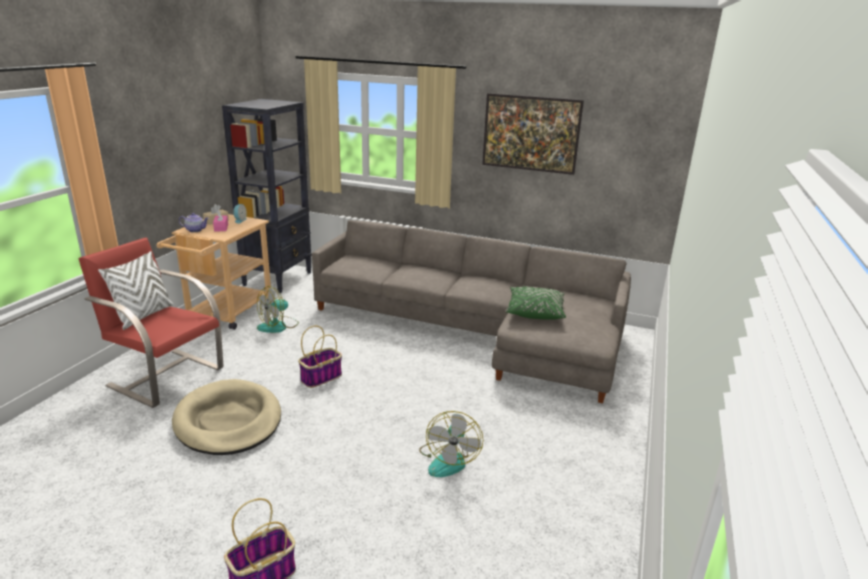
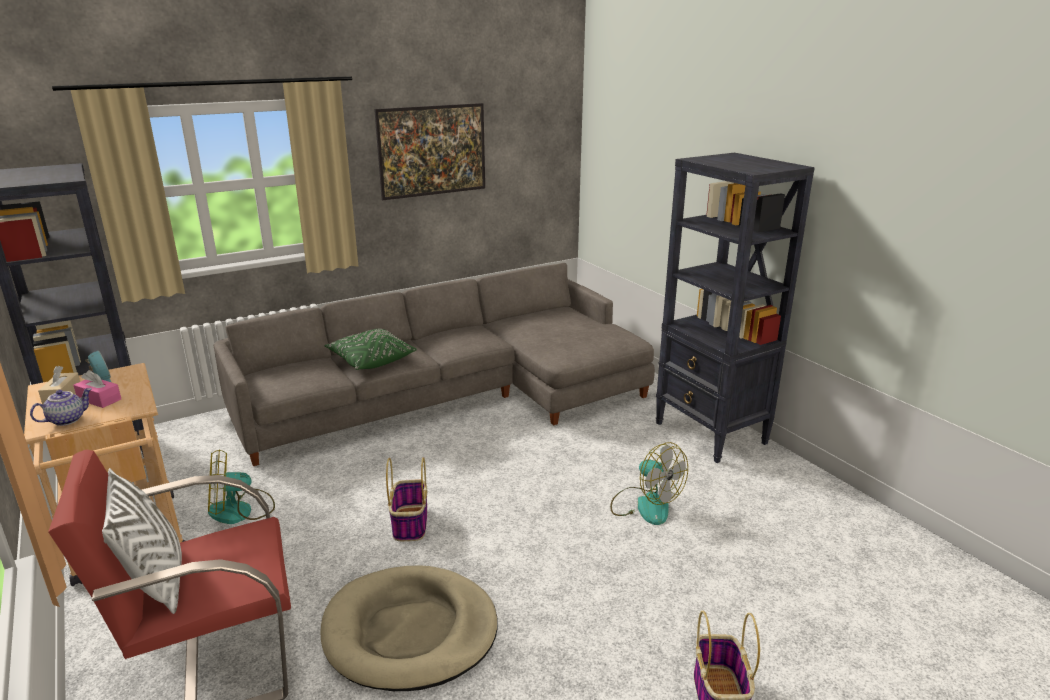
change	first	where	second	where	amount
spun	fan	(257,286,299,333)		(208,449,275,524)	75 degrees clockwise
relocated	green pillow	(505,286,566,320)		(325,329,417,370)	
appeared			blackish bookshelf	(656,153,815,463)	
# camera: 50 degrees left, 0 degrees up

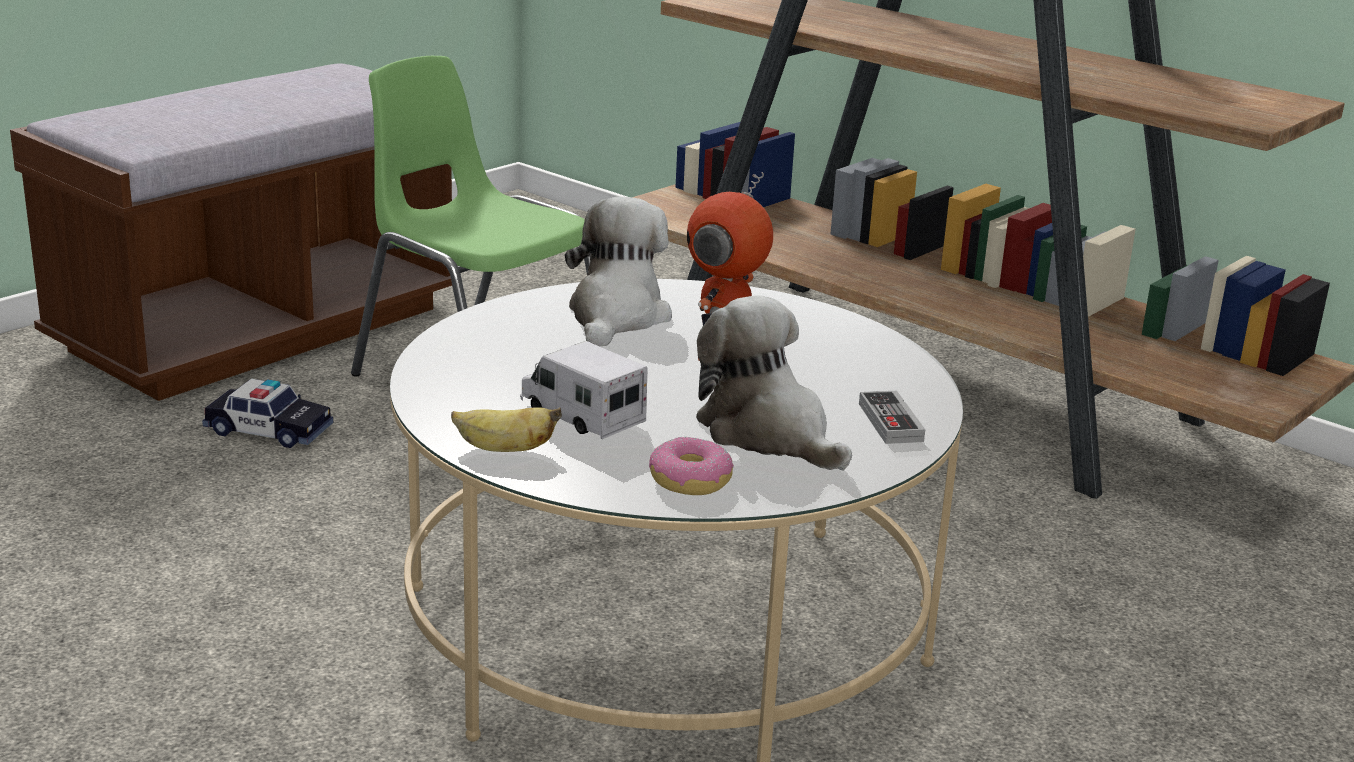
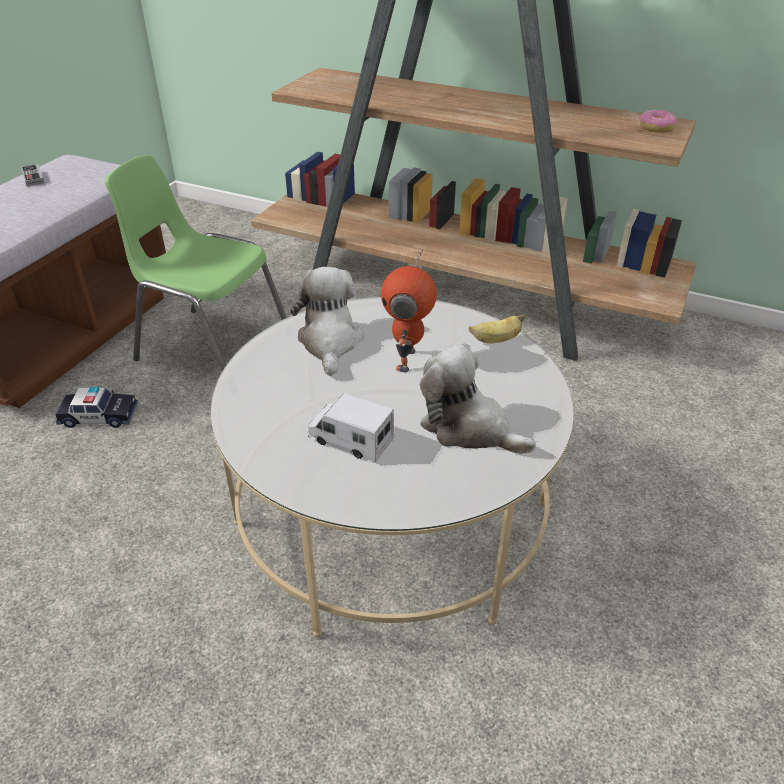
change	first	where	second	where	amount
relocated	game controller	(859,391,925,444)		(21,164,45,186)	
relocated	banana	(451,407,562,452)		(469,314,525,343)	
relocated	ring doughnut	(649,437,734,495)		(639,110,677,133)	
# camera: 15 degrees left, 15 degrees up

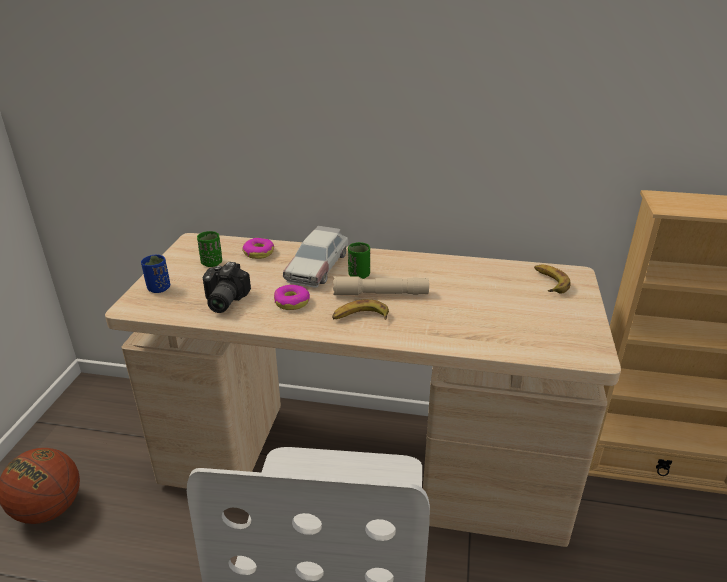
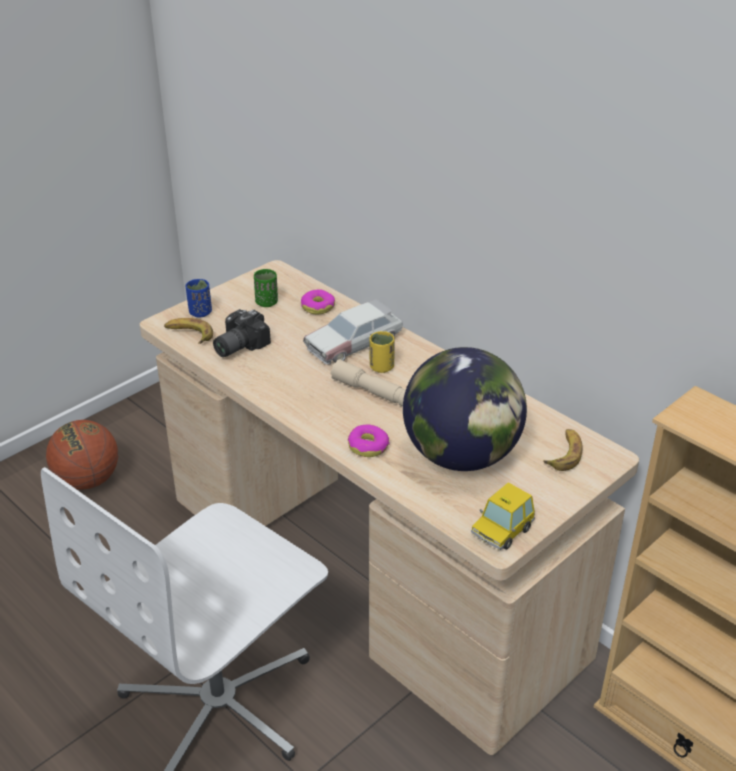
change	first	where	second	where	amount
colour	green cup	(348,242,370,279)	yellowish cup	(369,331,395,373)	
relocated	ring doughnut	(274,285,310,310)		(348,424,390,457)	
relocated	banana	(332,299,389,320)		(164,318,213,344)	
appeared			desk globe	(403,347,527,471)	
appeared			toy car	(471,482,535,550)	
# camera: 35 degrees right, 5 degrees up

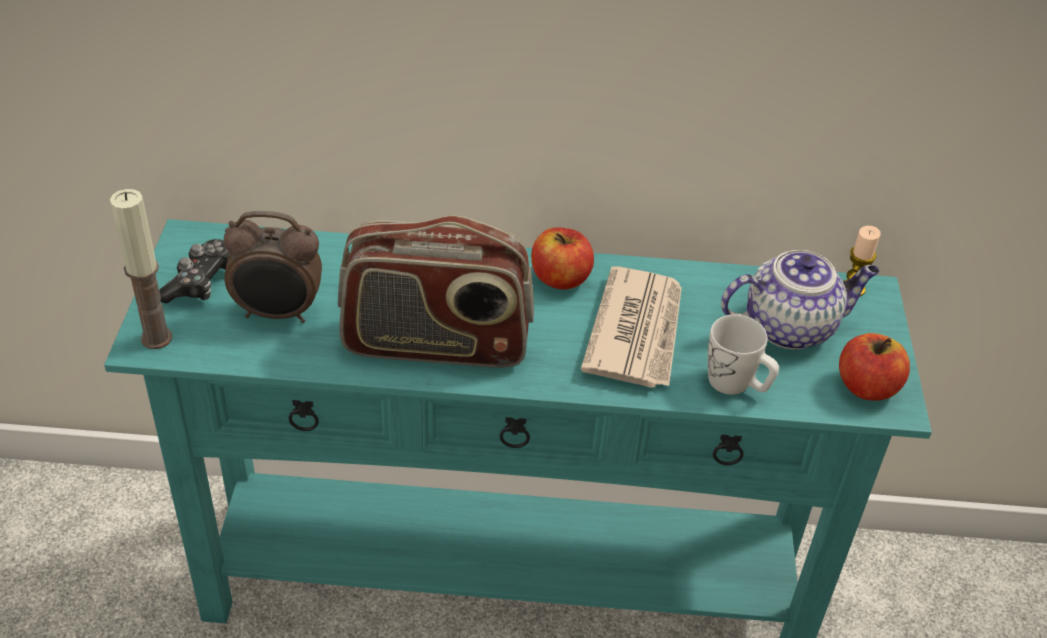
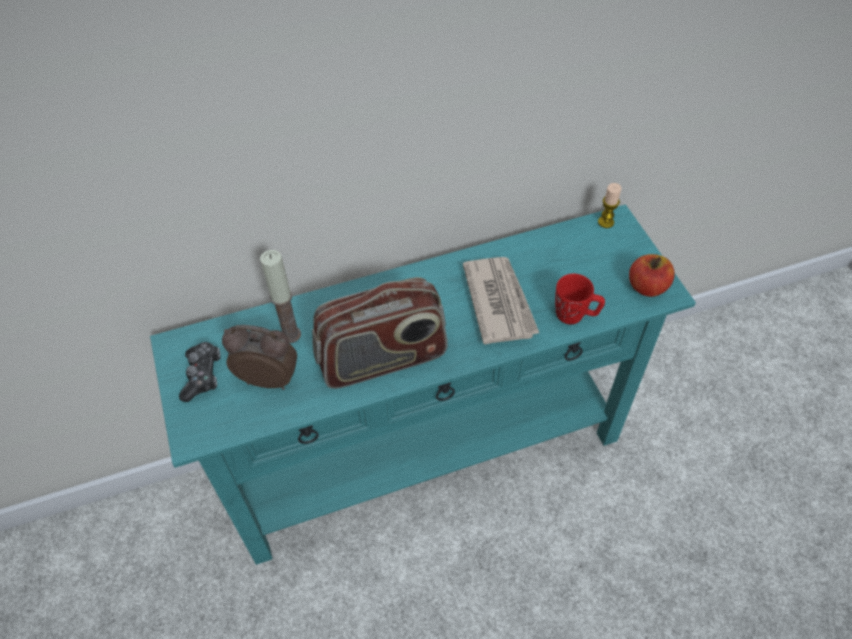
change	first	where	second	where	amount
relocated	wax candle	(110,189,172,349)		(260,250,301,343)	
spun	alarm clock	(224,211,322,323)		(222,325,297,390)	150 degrees counterclockwise
missing	apple fruit	(531,227,594,290)			
missing	pot for tea	(721,250,880,349)			
colour	white mug	(708,314,779,395)	red mug	(555,274,605,324)	
# camera: 20 degrees left, 10 degrees up

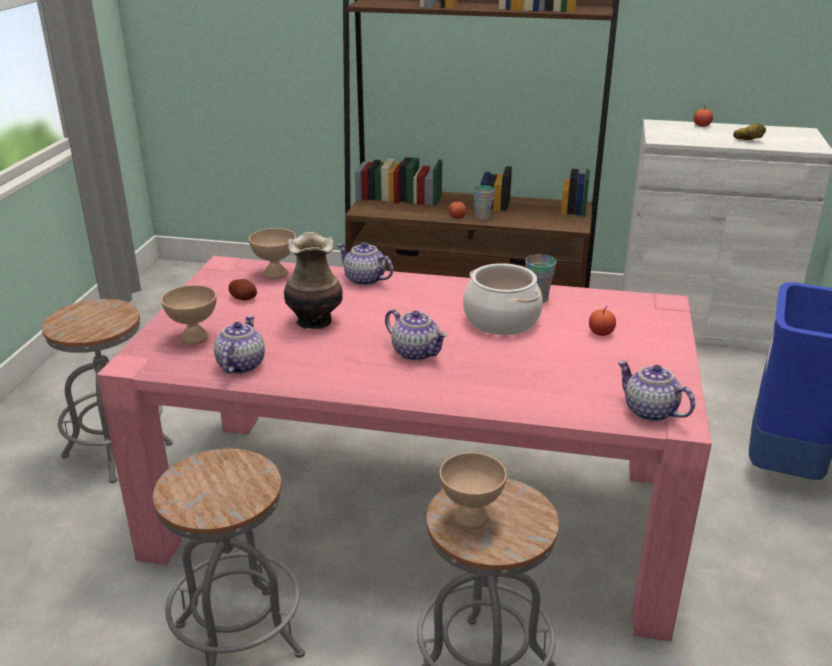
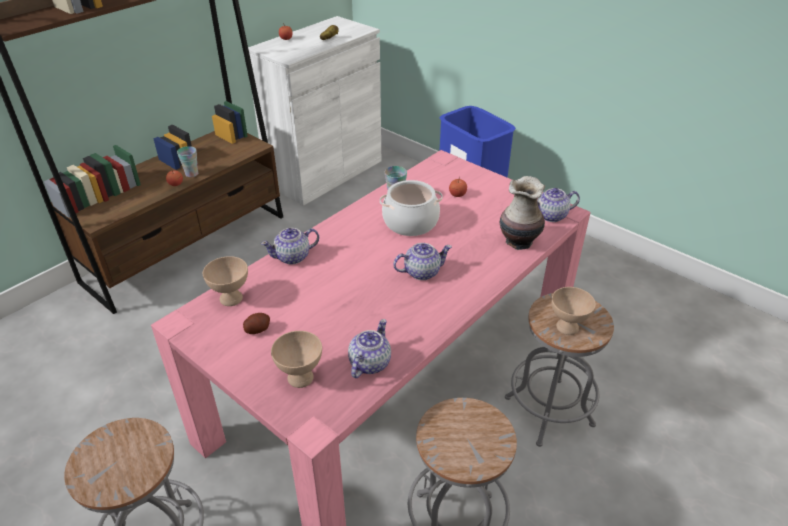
change	first	where	second	where	amount
relocated	decorative vase	(284,232,343,329)		(499,176,545,250)	
spun	pot for tea	(214,315,265,374)		(348,319,391,378)	75 degrees clockwise
# camera: 60 degrees left, 10 degrees up

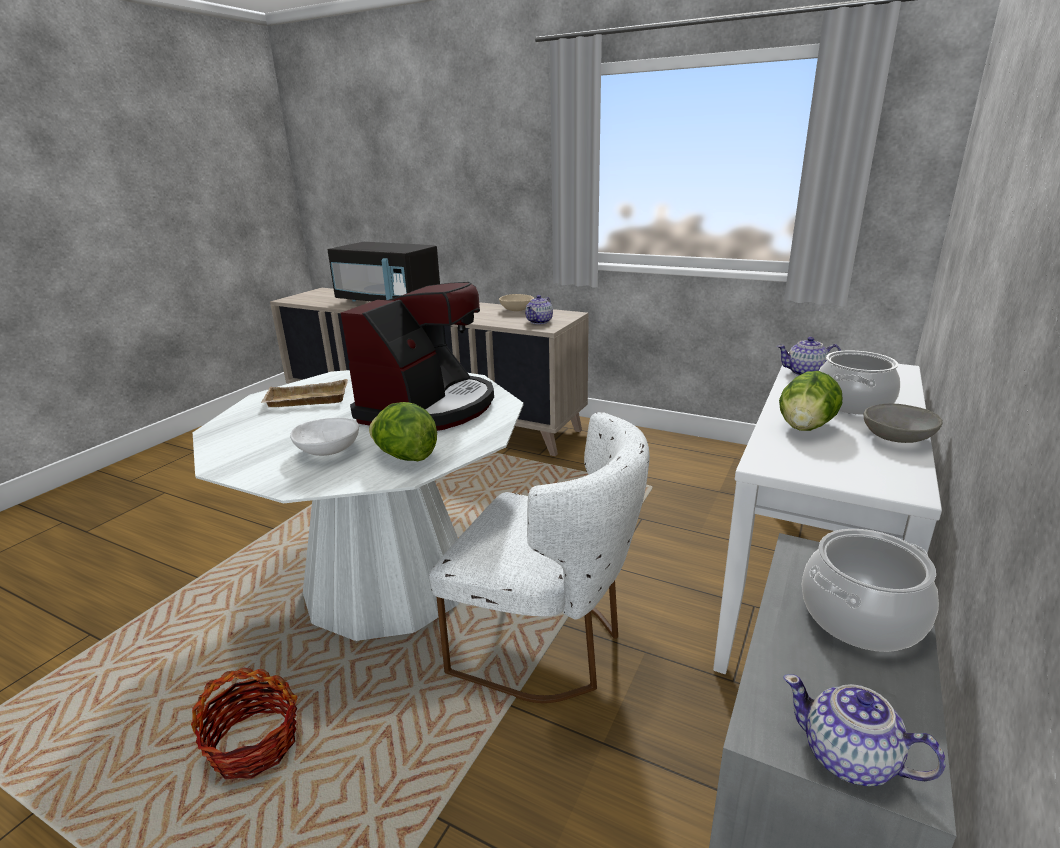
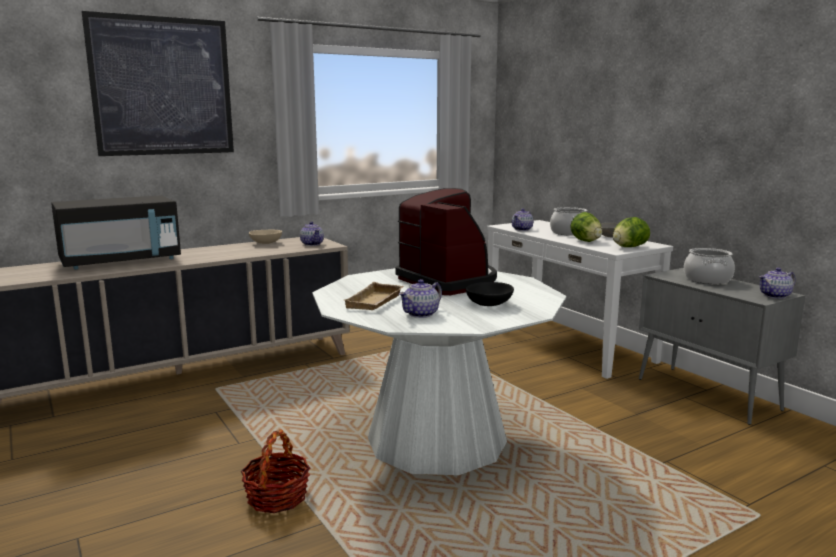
change	first	where	second	where	amount
relocated	head of lettuce	(369,402,437,461)		(613,217,650,247)	
missing	white chair	(429,412,650,703)			
colour	white bowl	(290,418,359,456)	blackish bowl	(466,282,514,306)	
relocated	household basket	(191,668,298,780)		(241,429,310,513)	
appeared			wall picture	(81,11,234,156)	
appeared			pot for tea	(399,279,442,318)	
# camera: 60 degrees left, 10 degrees down

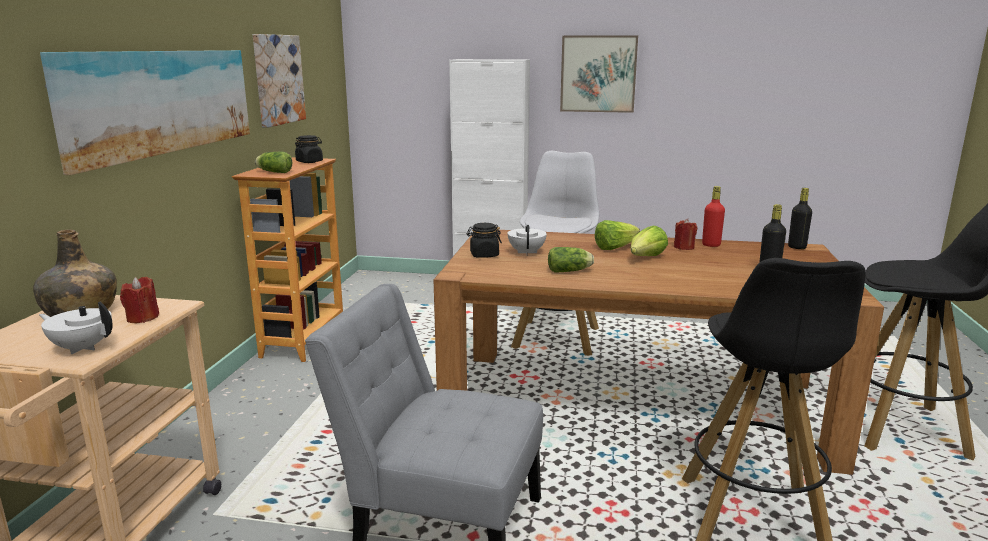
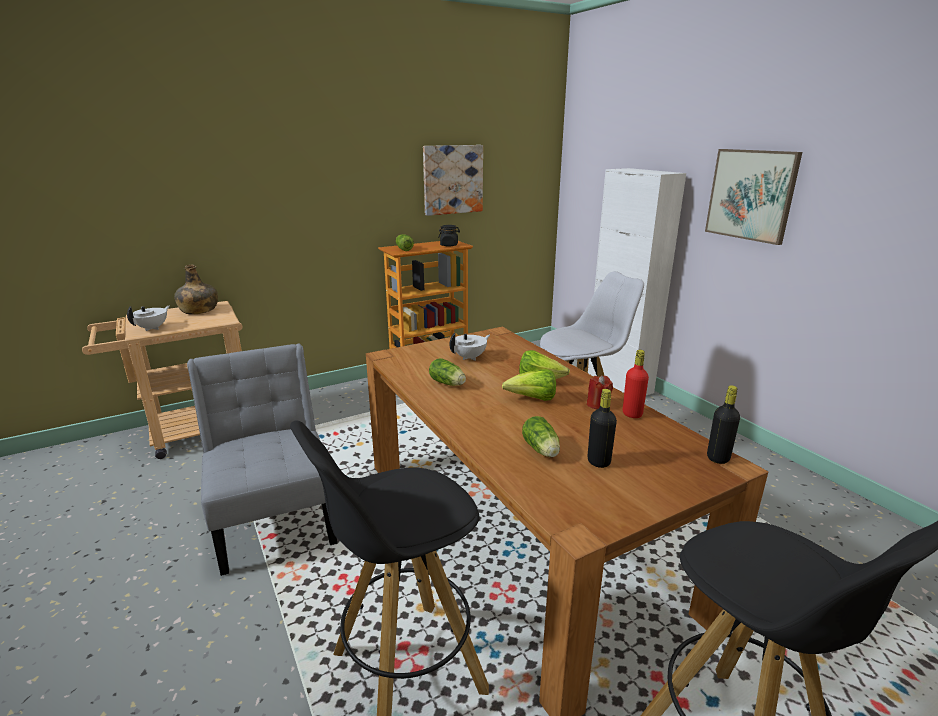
change	first	where	second	where	amount
missing	wall picture	(40,50,250,175)			
missing	blackish storage jar	(467,223,502,258)			
missing	red wax candle	(120,277,159,323)			
spun	white pot for tea	(39,301,113,354)		(127,306,170,331)	45 degrees clockwise
appeared			head of lettuce	(522,416,560,457)	
# camera: 50 degrees right, 5 degrees up

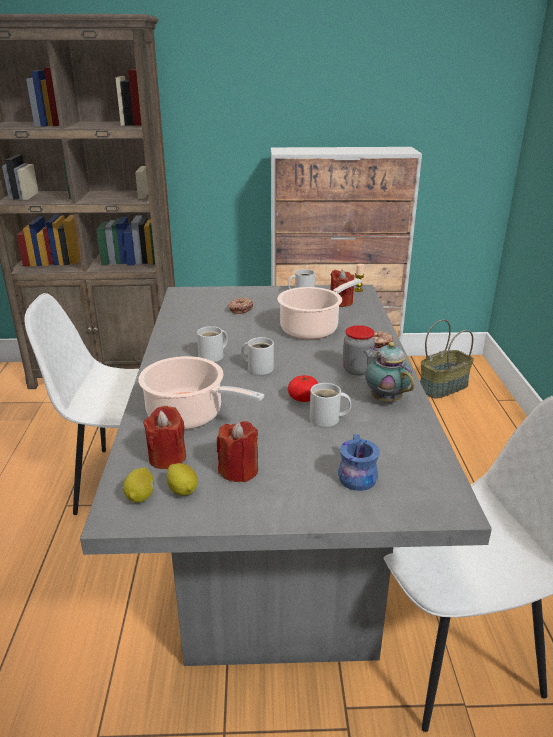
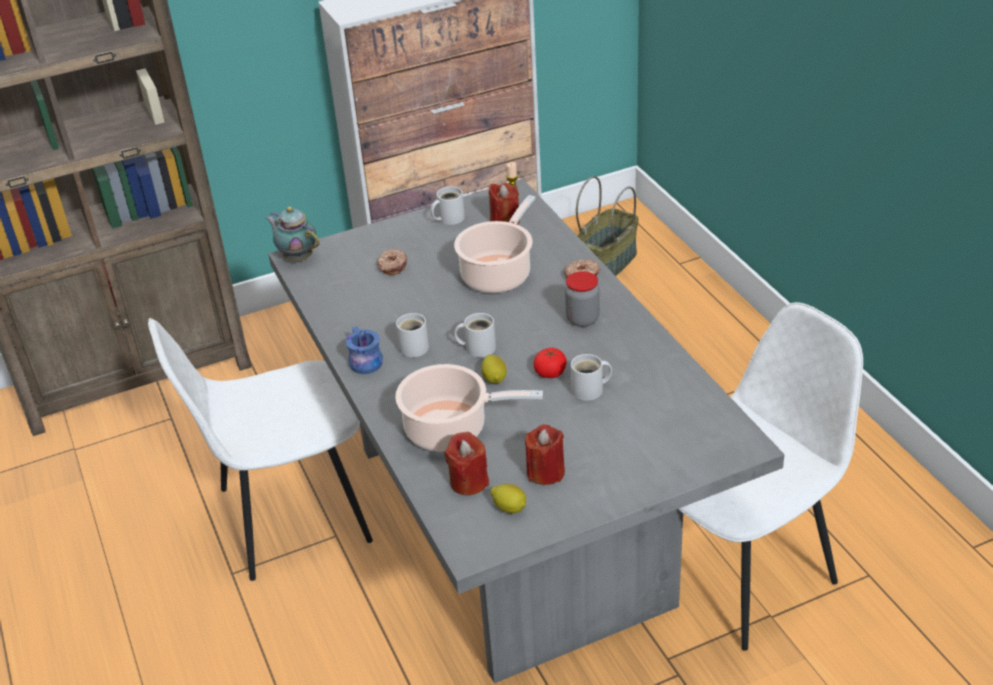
change	first	where	second	where	amount
relocated	pot for tea	(364,342,415,403)		(266,207,320,261)	
relocated	blue mug	(338,434,380,491)		(346,326,383,374)	
relocated	lemon	(123,468,154,503)		(481,355,507,383)	
# camera: 20 degrees left, 10 degrees up

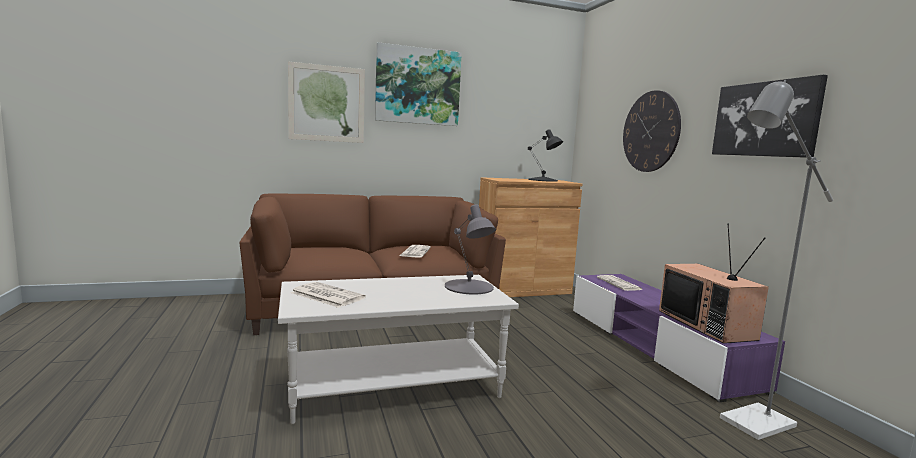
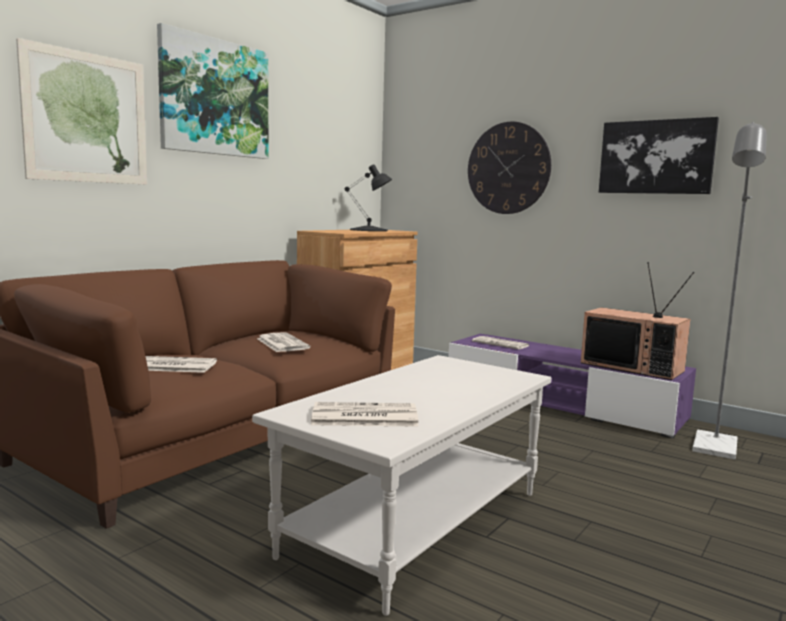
change	first	where	second	where	amount
missing	greyish table lamp	(445,204,496,295)			
appeared			daily paper	(145,356,217,373)	
# camera: 35 degrees left, 0 degrees up

